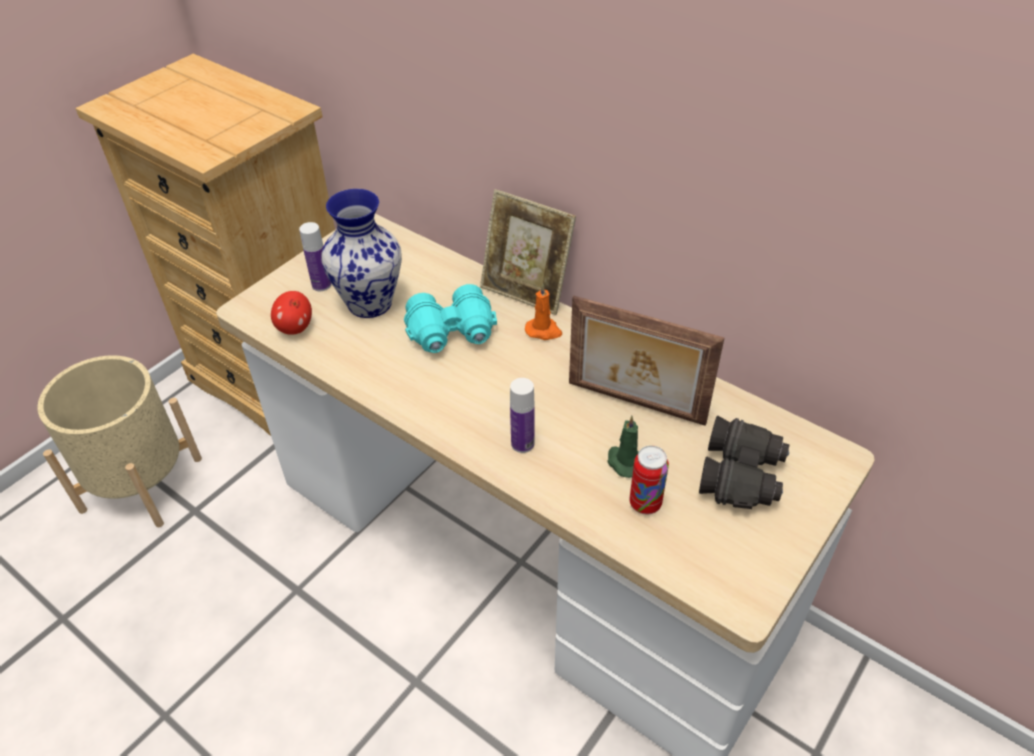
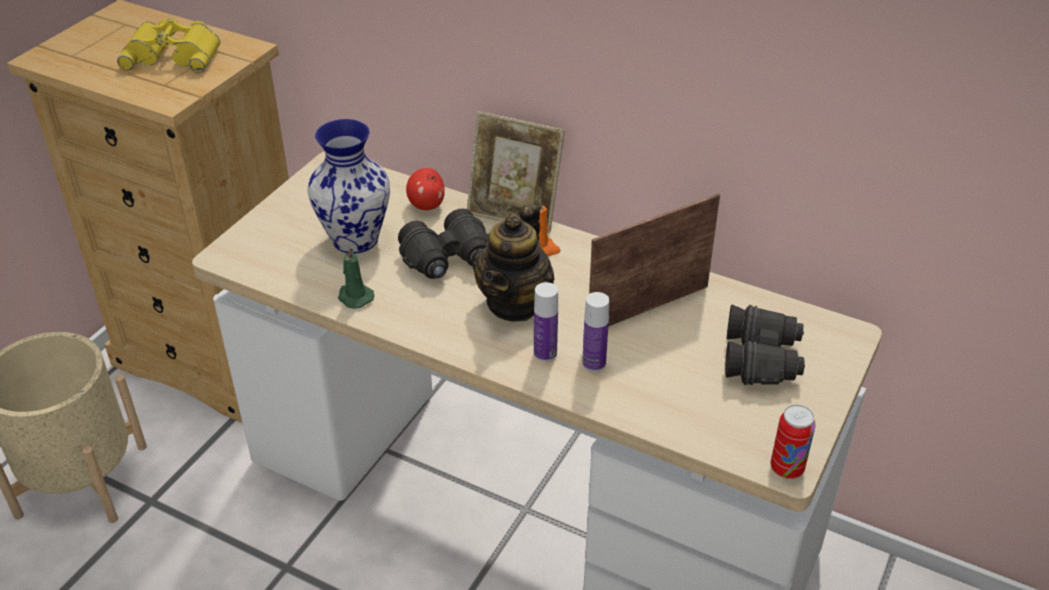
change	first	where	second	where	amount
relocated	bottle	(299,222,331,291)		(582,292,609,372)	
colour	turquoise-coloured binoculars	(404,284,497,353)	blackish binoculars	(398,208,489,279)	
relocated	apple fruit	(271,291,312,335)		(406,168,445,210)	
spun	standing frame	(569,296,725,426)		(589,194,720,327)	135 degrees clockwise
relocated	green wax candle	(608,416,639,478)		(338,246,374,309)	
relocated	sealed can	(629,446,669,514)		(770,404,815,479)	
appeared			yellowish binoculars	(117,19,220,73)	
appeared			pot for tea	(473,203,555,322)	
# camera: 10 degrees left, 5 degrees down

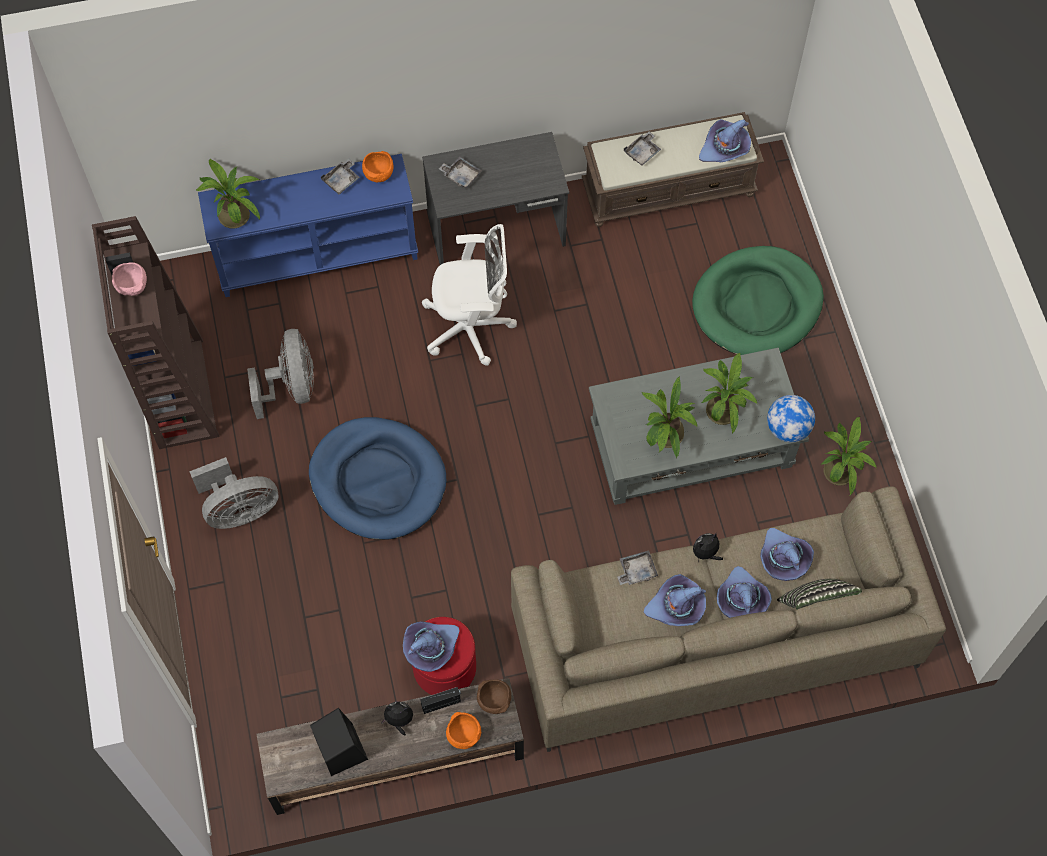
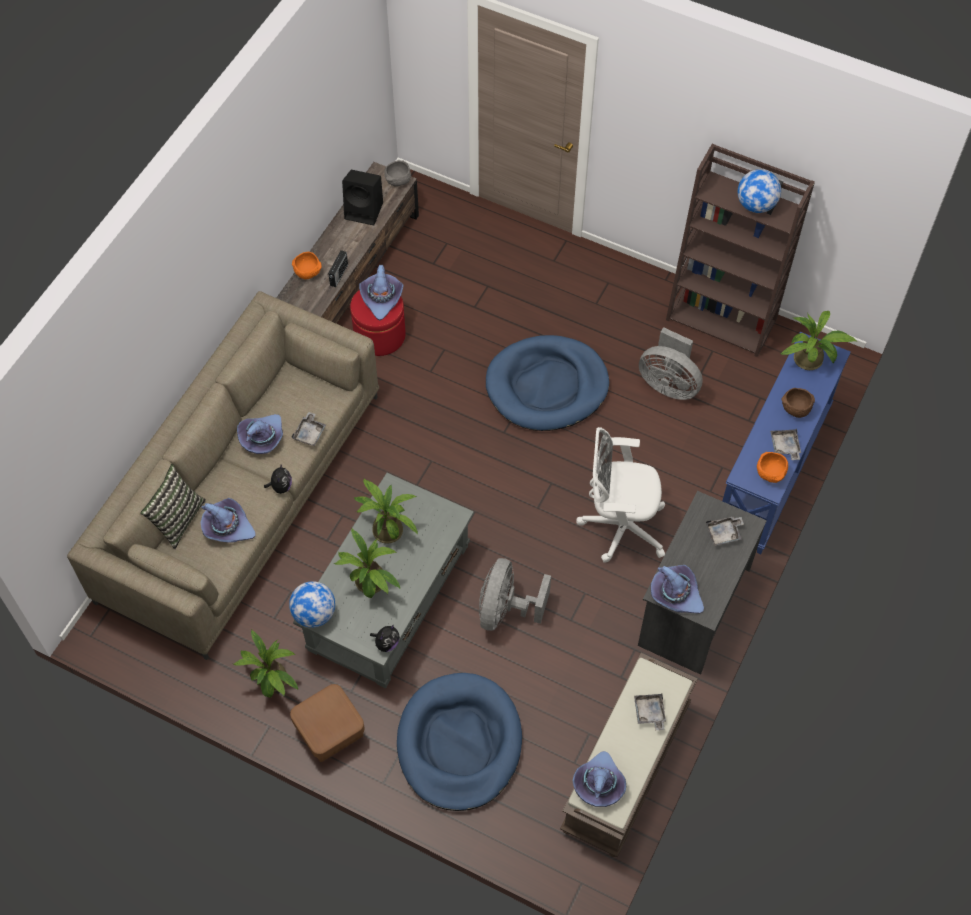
change	first	where	second	where	amount
spun	white computer chair	(422,224,517,366)		(576,427,665,563)	60 degrees clockwise
colour	green dog bed	(692,246,824,355)	blue dog bed	(397,673,522,811)	
exchanged	pinkish bowl	(112,262,147,296)	desk globe	(738,169,781,213)	
relocated	greyish fan	(189,457,279,529)		(479,558,551,631)	
relocated	purplish clothing hat	(717,566,772,618)		(651,565,704,614)	
relocated	brown bowl	(477,679,511,714)		(782,388,815,418)	
relocated	plush toy	(381,701,413,736)		(370,624,400,652)	
appeared			greyish bowl	(385,160,411,187)	
appeared			brown pouffe	(290,684,365,762)	
# camera: 130 degrees right, 5 degrees down

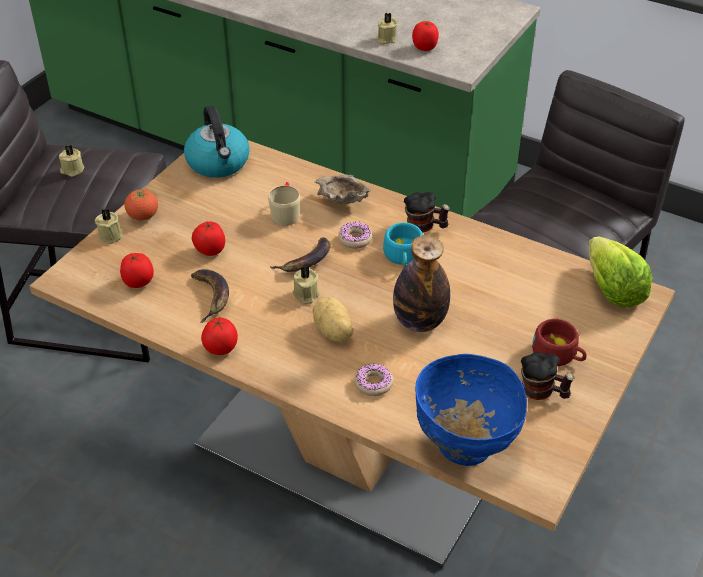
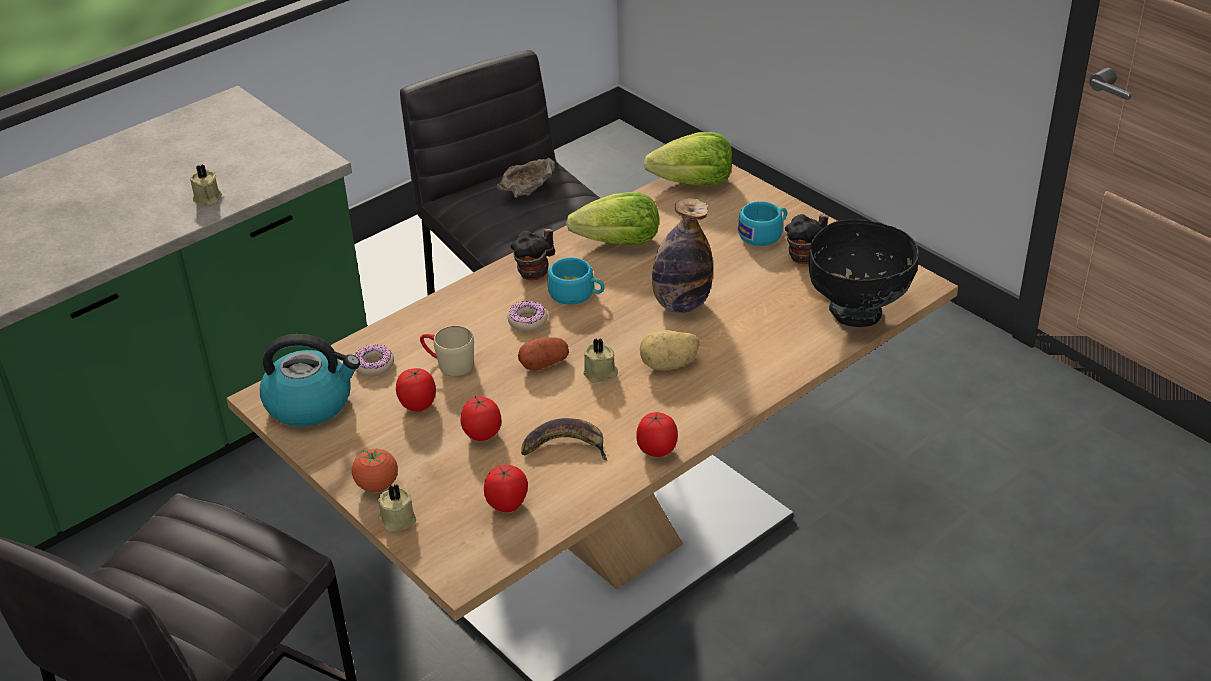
change	first	where	second	where	amount
relocated	tomato	(412,21,439,51)		(396,368,436,412)	
missing	beige-coloured wax candle	(59,145,85,177)			
relocated	beige-coloured bowl	(315,174,370,205)		(496,158,555,198)	
exchanged	banana	(270,237,331,272)	whole potato	(518,337,569,371)	
colour	red cup	(532,319,587,366)	turquoise-coloured cup	(738,201,787,246)	
colour	blue bowl	(415,354,527,466)	blackish bowl	(809,219,919,327)	
relocated	ring doughnut	(355,364,393,396)		(354,344,394,376)	
appeared			head of lettuce	(566,192,659,245)	
# camera: 70 degrees left, 5 degrees down

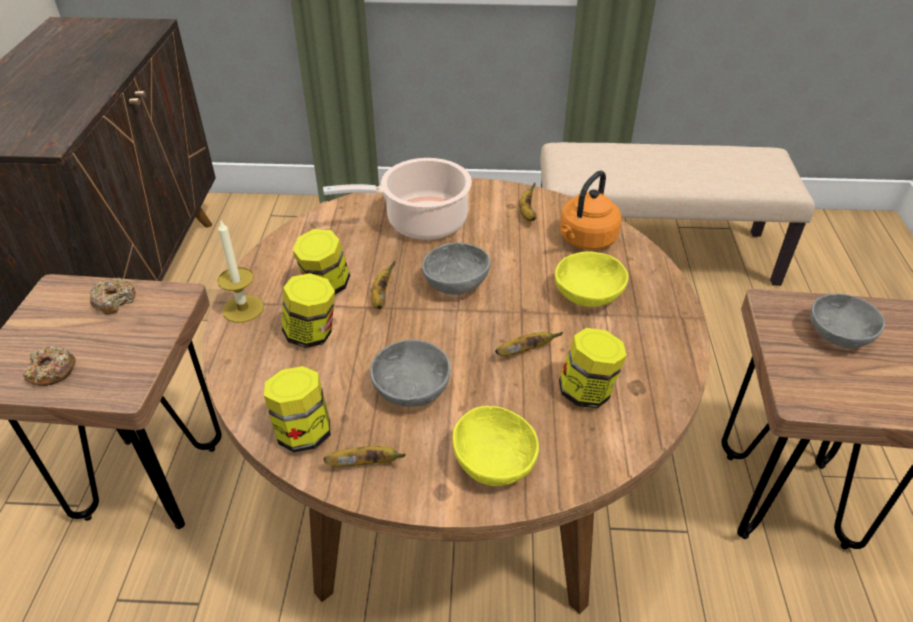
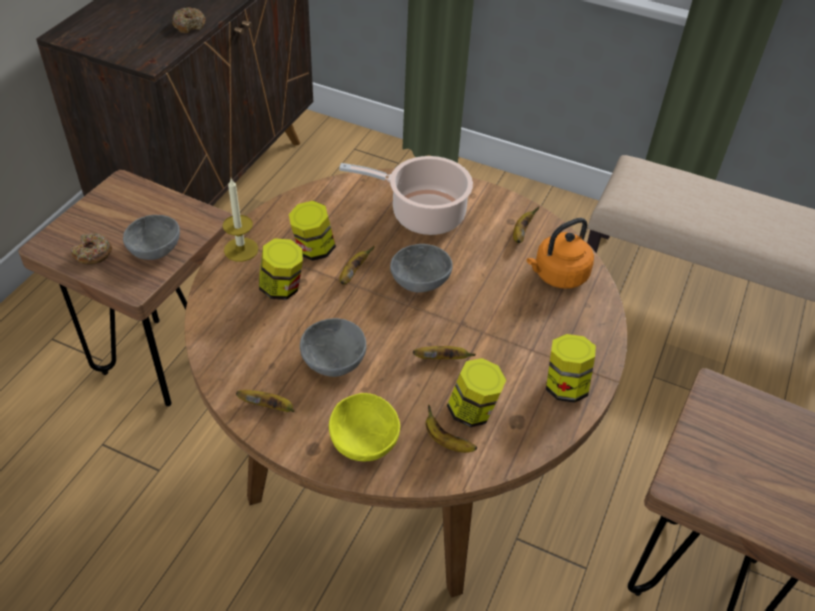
change	first	where	second	where	amount
missing	yellowish bowl	(555,251,628,307)			
relocated	ring doughnut	(90,277,136,315)		(172,7,205,33)	
relocated	greyish bowl	(810,294,885,348)		(123,215,180,260)	
relocated	storage jar	(264,366,331,452)		(546,334,596,403)	
appeared			banana	(426,404,477,453)	
# camera: 20 degrees right, 5 degrees up

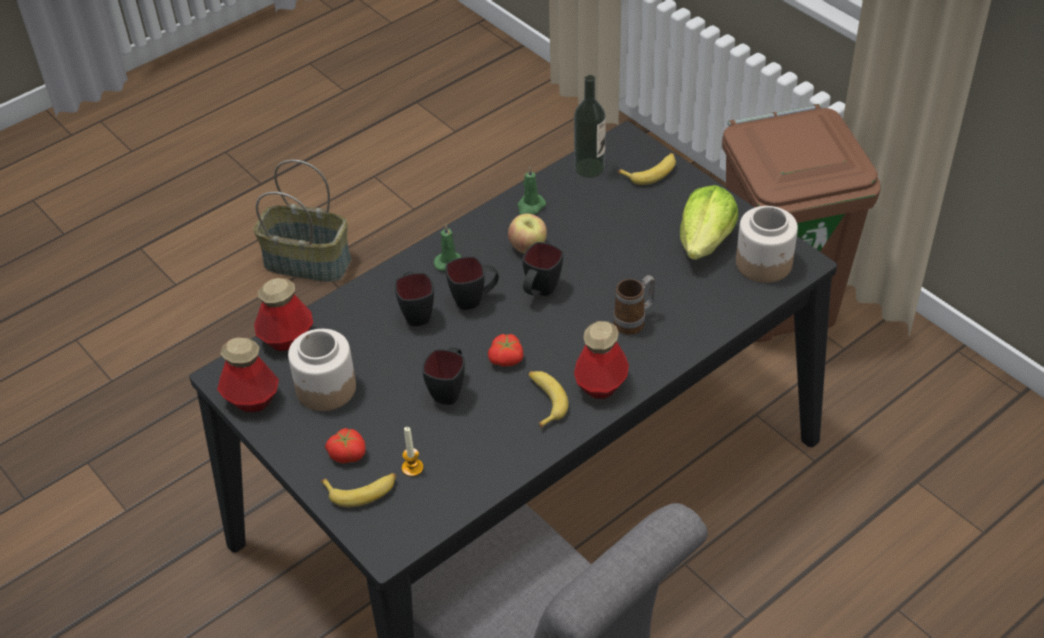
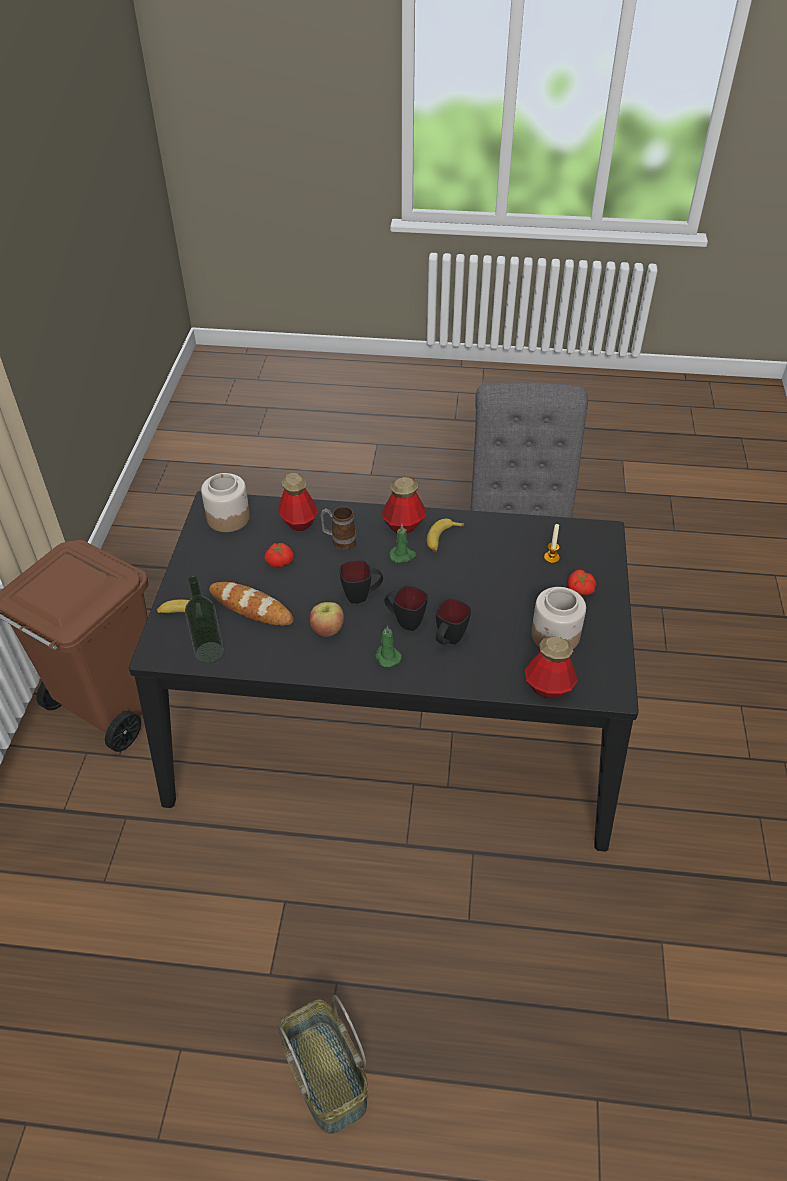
change	first	where	second	where	amount
relocated	green wax candle	(517,167,546,215)		(389,524,416,563)	
missing	head of lettuce	(680,185,739,260)			
relocated	tomato	(488,334,523,366)		(264,543,294,567)	
relocated	bottle	(217,338,279,412)		(278,473,317,531)	
missing	blackish mug	(422,347,465,405)			
missing	banana	(321,473,396,507)			
appeared			bread	(209,582,294,626)	
# camera: 135 degrees left, 0 degrees up

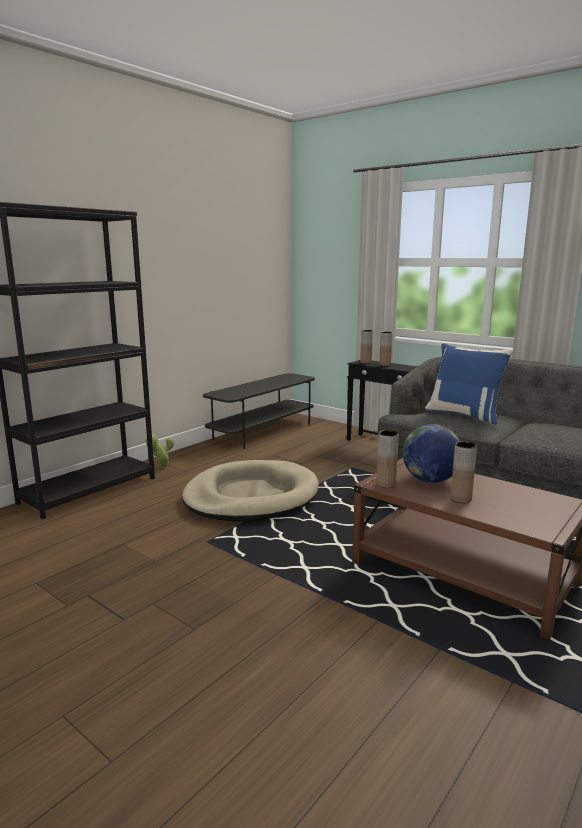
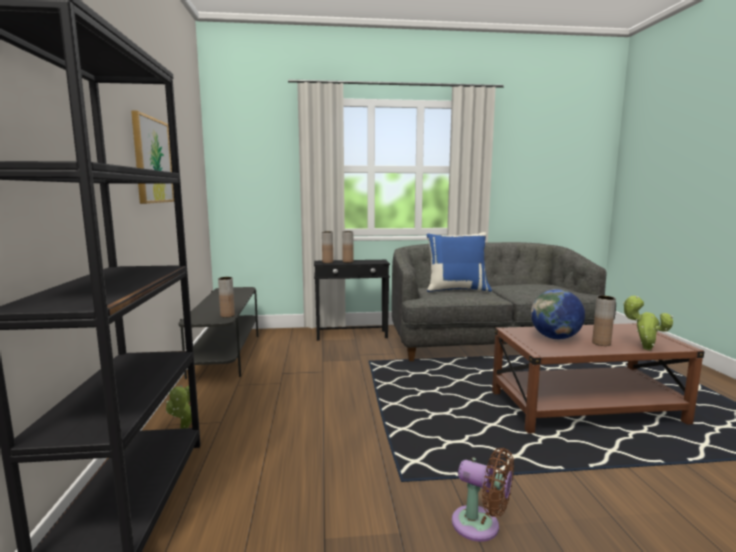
change	first	where	second	where	amount
relocated	brown decorative vase	(376,430,399,488)		(218,277,235,318)	
missing	beige-coloured dog bed	(182,460,319,521)			
appeared			wall picture	(131,110,174,204)	
appeared			plant in a pot	(623,296,673,350)	
appeared			brown fan	(452,448,514,542)	
# camera: 45 degrees left, 5 degrees down

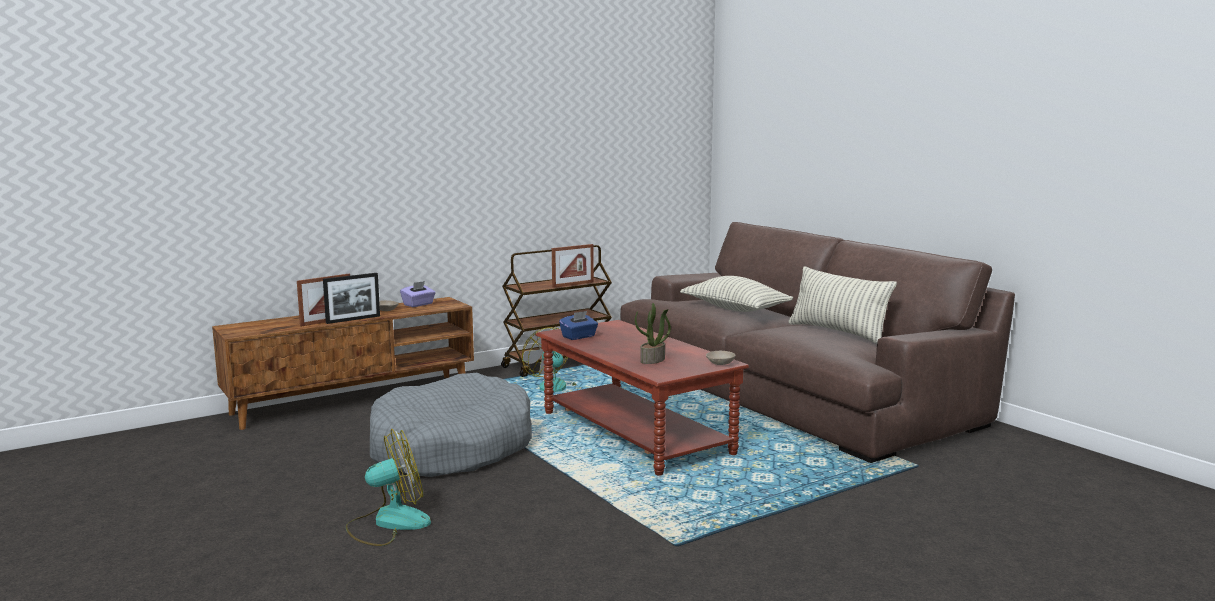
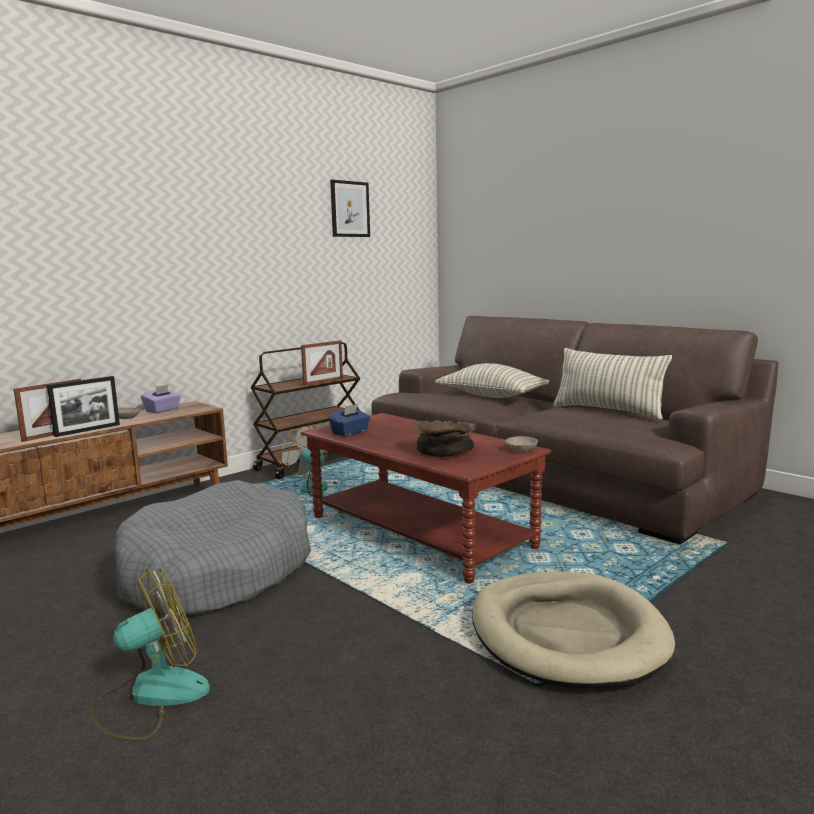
change	first	where	second	where	amount
exchanged	plant in a pot	(635,303,671,364)	brown bowl	(414,420,477,457)	
appeared			wall picture	(330,180,370,237)	
appeared			beige-coloured dog bed	(472,572,675,688)	
# camera: 10 degrees left, 0 degrees up

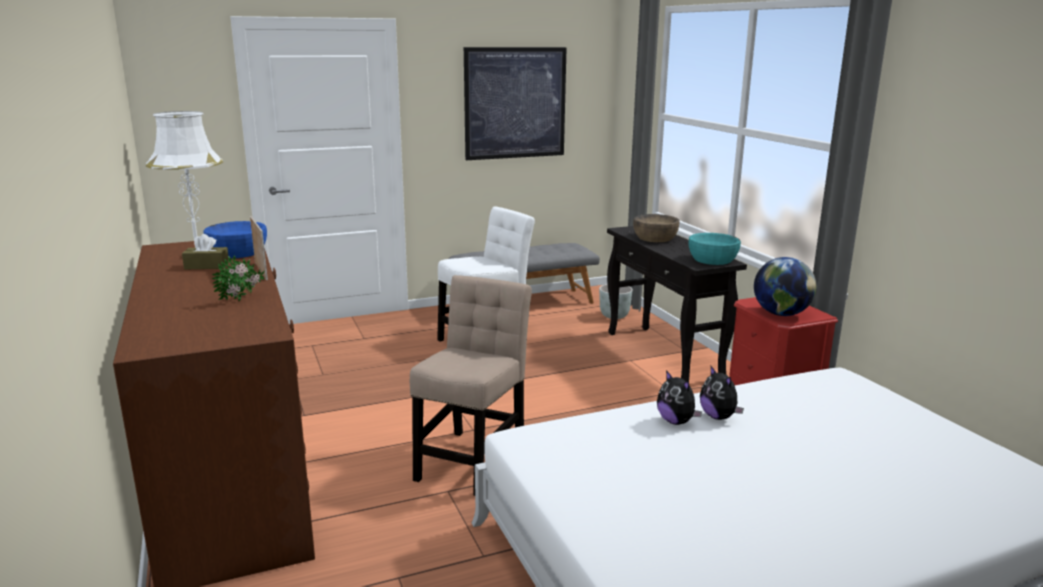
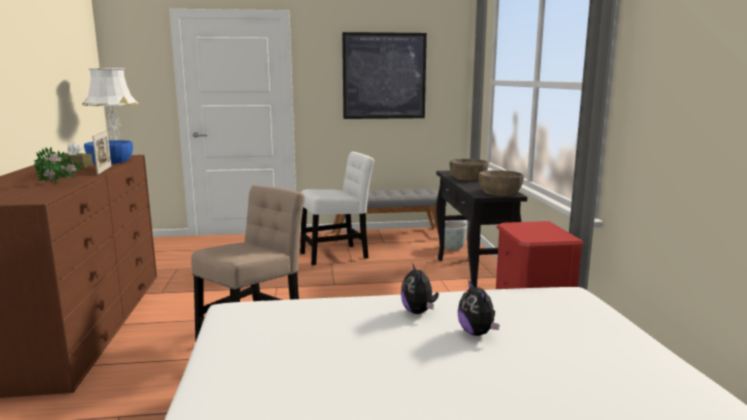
change	first	where	second	where	amount
colour	turquoise-coloured bowl	(689,233,741,265)	brown bowl	(478,170,524,196)	
missing	desk globe	(754,257,816,316)			
relocated	plush toy	(657,370,702,425)		(458,279,500,336)	
# camera: 15 degrees right, 5 degrees down

